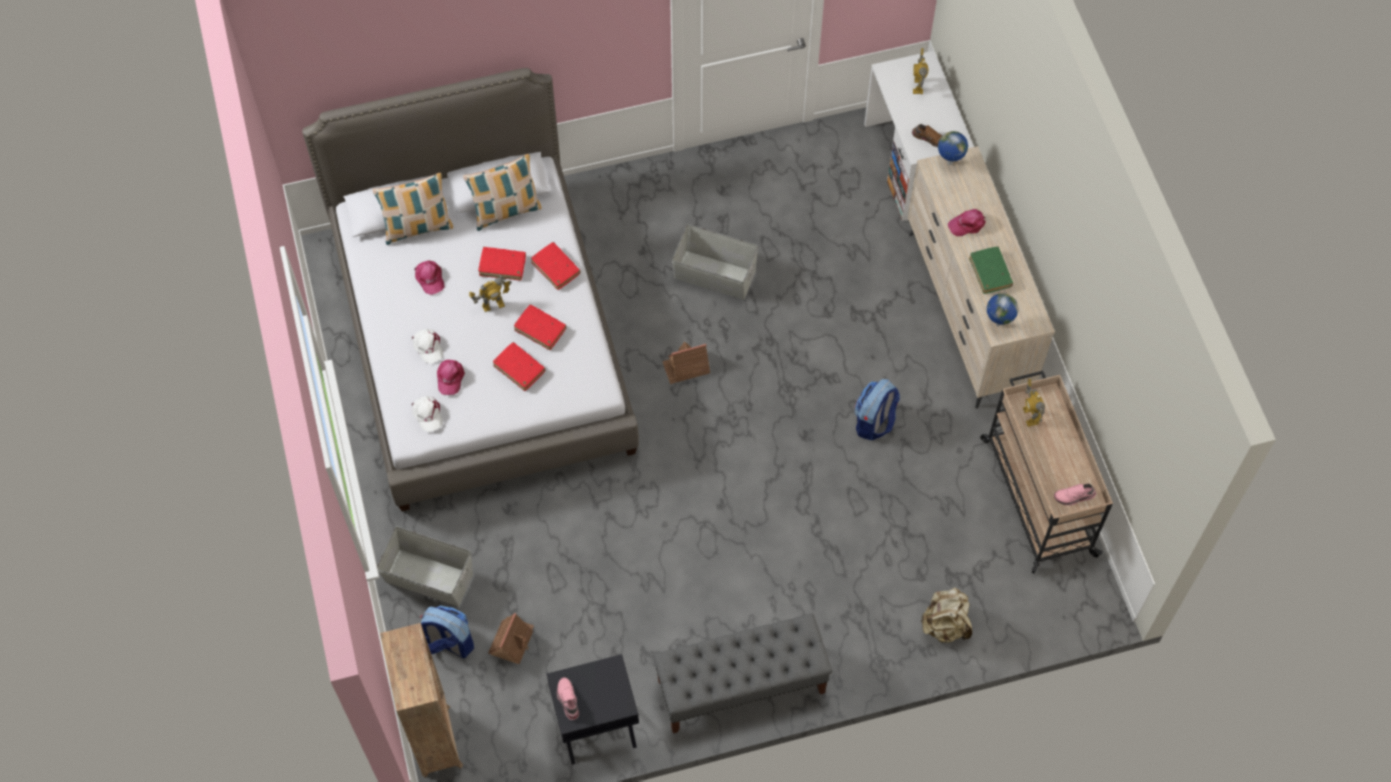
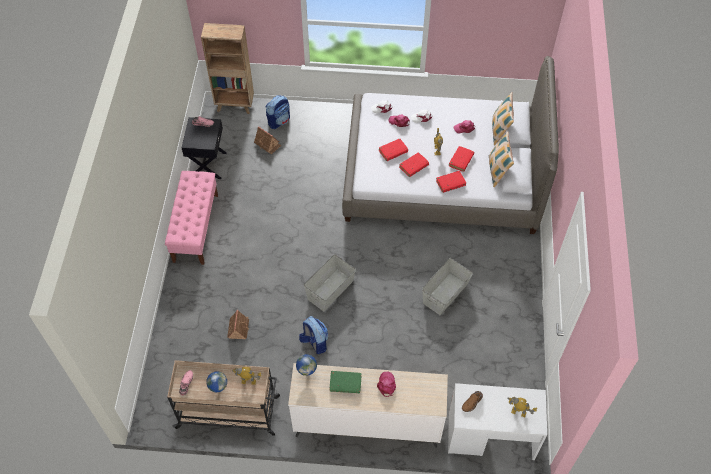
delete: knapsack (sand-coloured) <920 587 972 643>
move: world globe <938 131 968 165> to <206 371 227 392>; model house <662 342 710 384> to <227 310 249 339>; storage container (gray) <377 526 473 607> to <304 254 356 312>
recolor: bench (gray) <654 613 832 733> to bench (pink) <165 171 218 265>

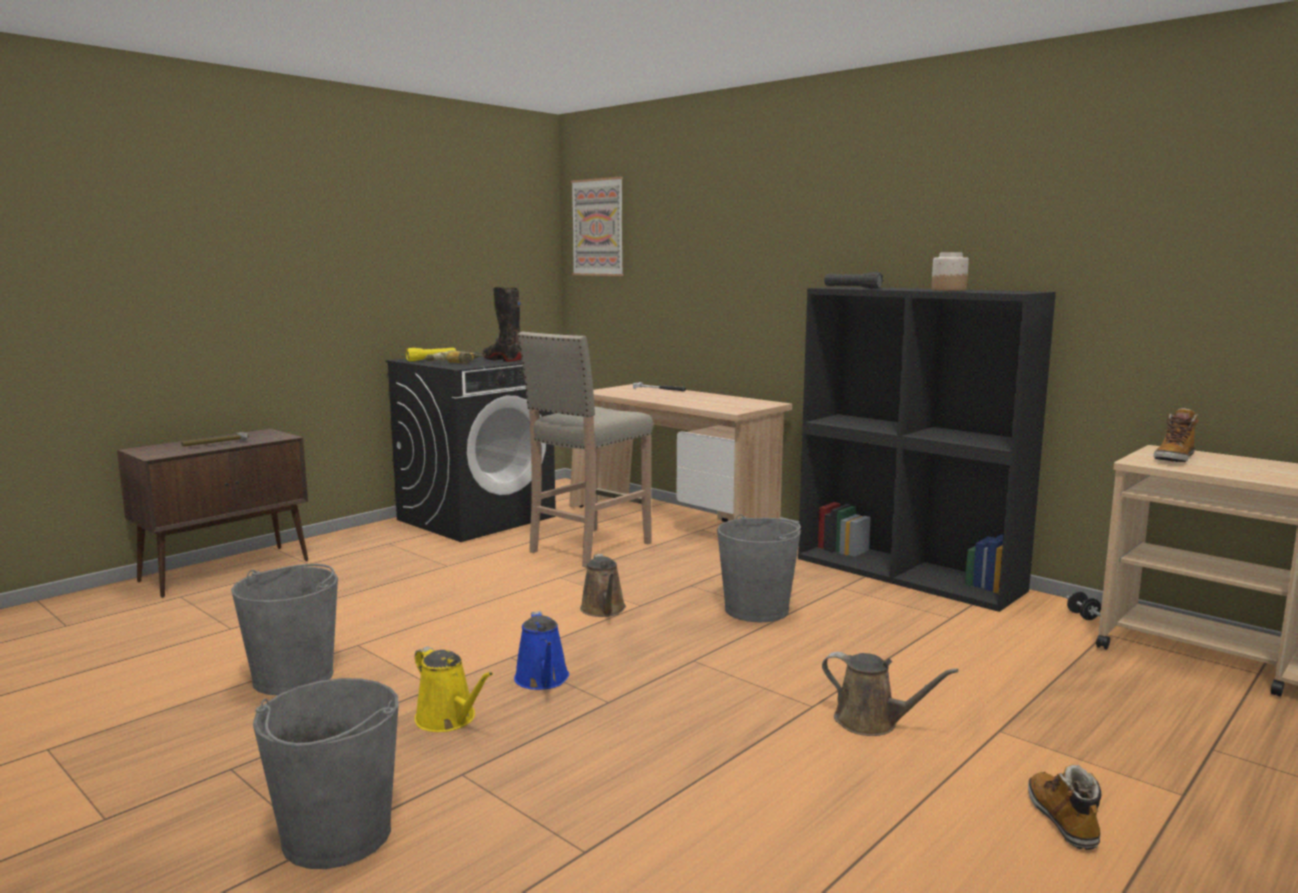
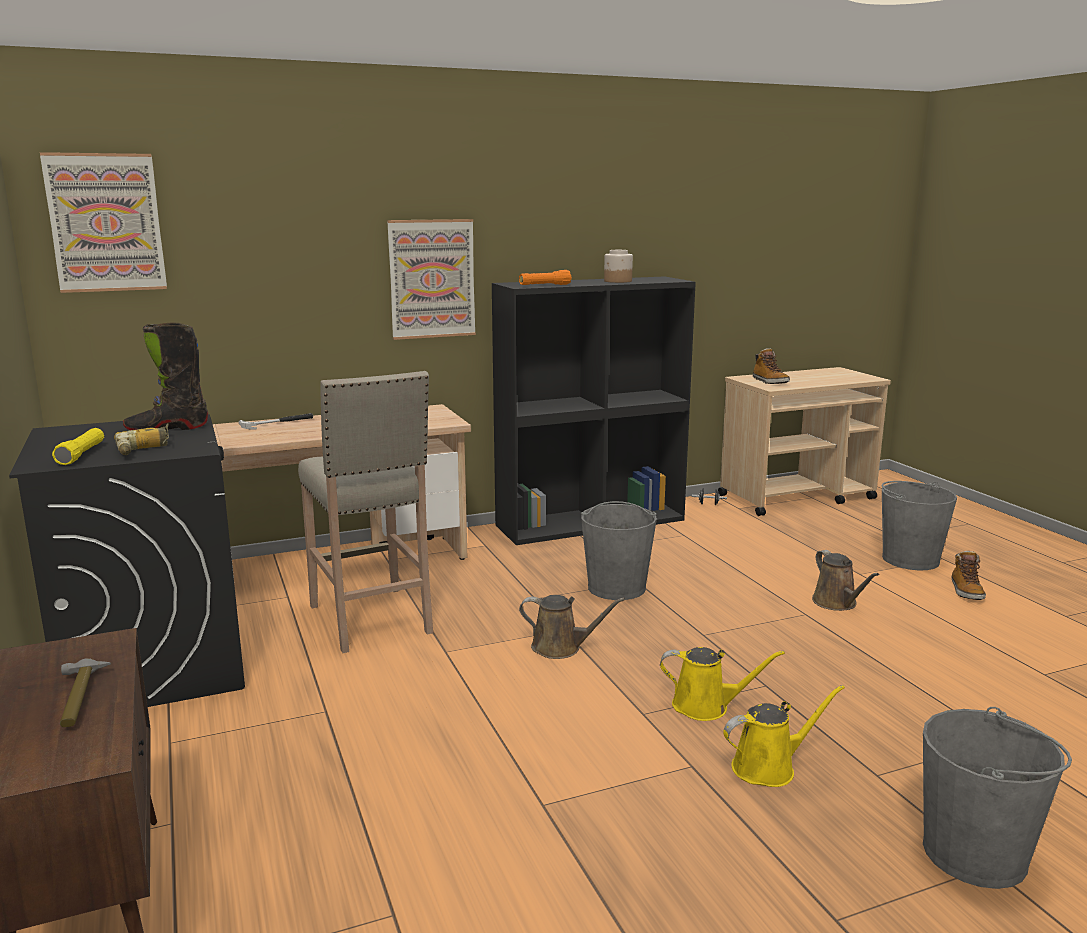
insert: wall picture <387 219 476 340>
move: bucket (gray) <231 564 338 695> to <882 481 957 570>
recolor: torch (black) <824 272 883 289> to torch (orange-coloured) <519 270 572 285>; watering pot (blue) <514 611 569 690> to watering pot (yellowish) <660 647 785 721>
rotate: watering pot (brown-coloured) <822 652 958 736> = <812 550 879 611> 105 degrees clockwise; high-top boot <1028 765 1101 850> = <952 551 986 600> 105 degrees counterclockwise

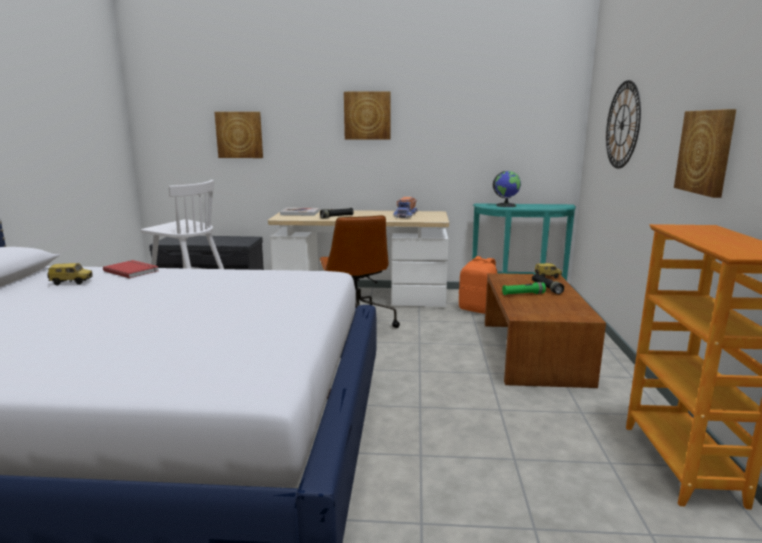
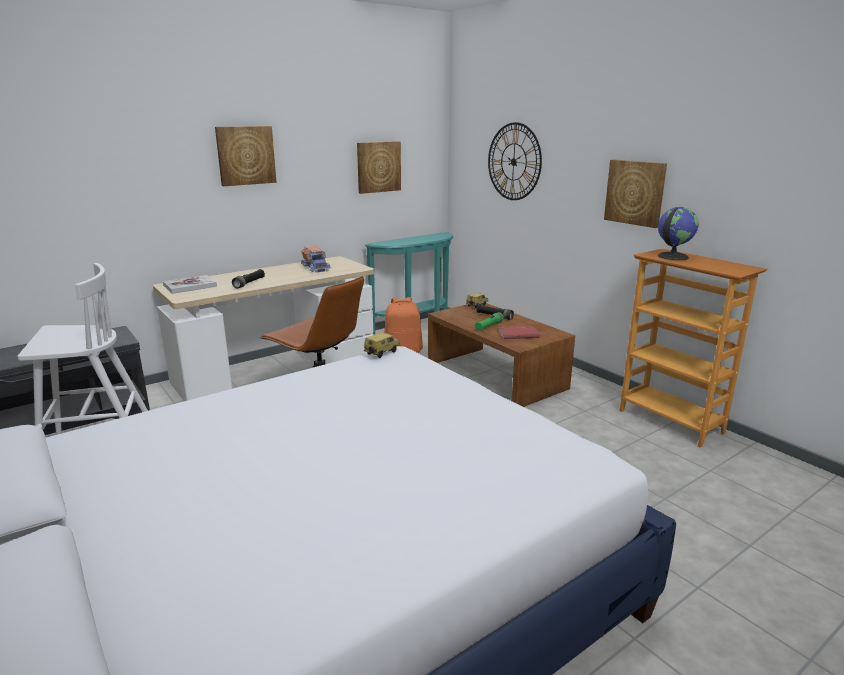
move: wall picture <214 112 263 158> to <357 141 401 194>; miniature car <47 263 93 285> to <364 332 400 358>; bound book (red-coloured) <103 260 159 278> to <498 326 540 339>; world globe <493 171 521 207> to <658 207 699 260>

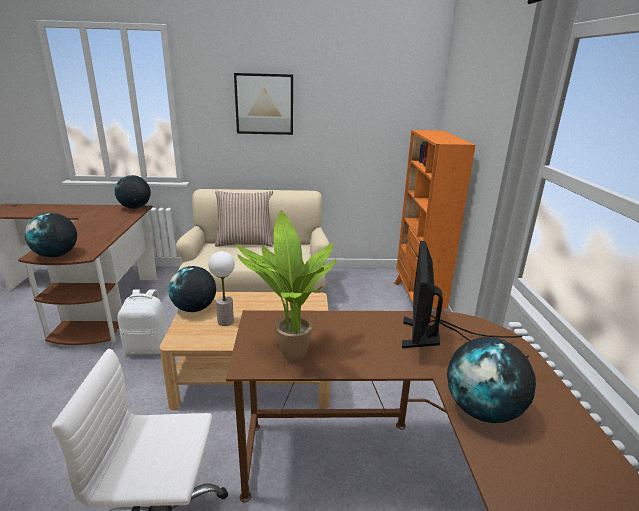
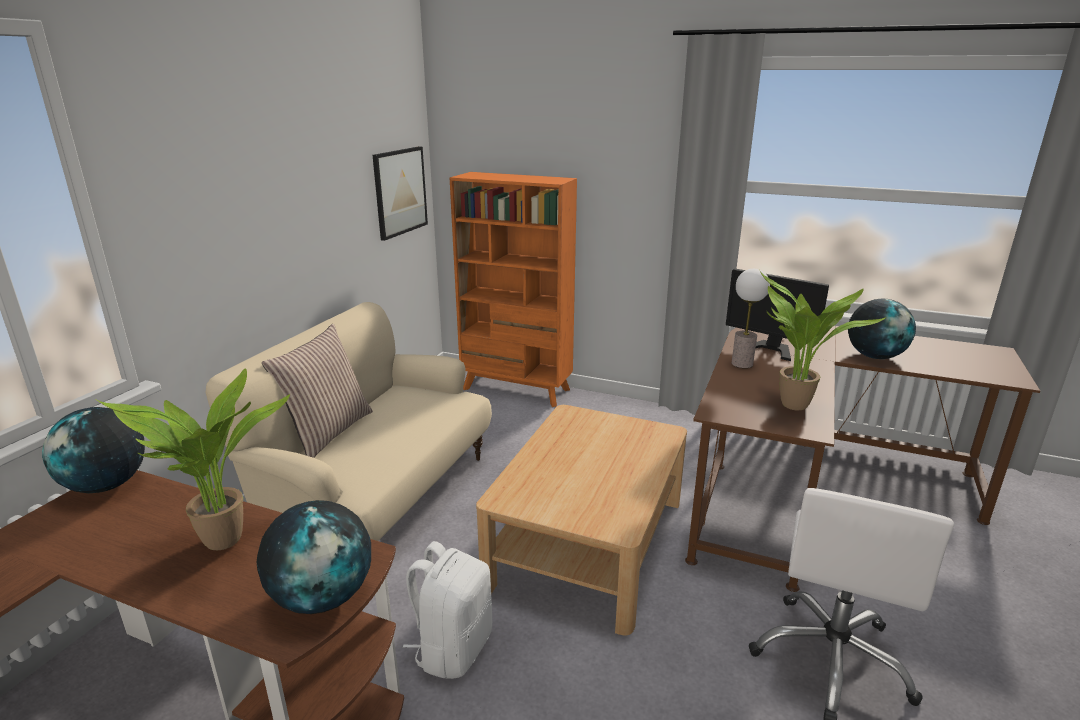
delete: world globe <168 266 216 312>
insert: potted plant <97 368 290 550>
move: wall picture <234 73 293 135> to <373 146 428 241>; table lamp <208 251 235 326> to <732 269 770 368>

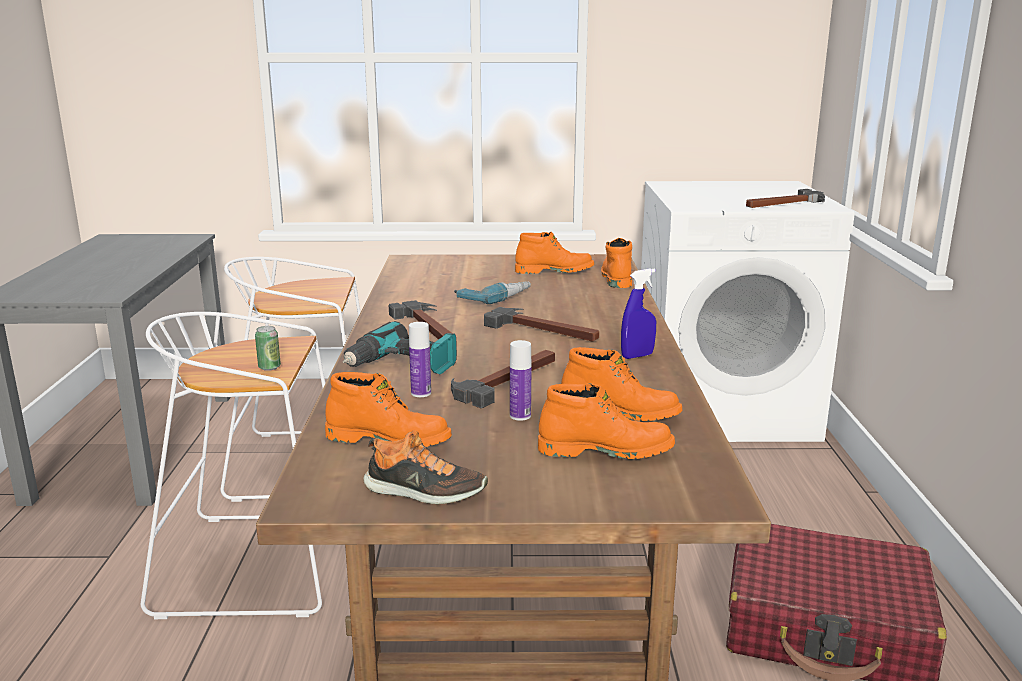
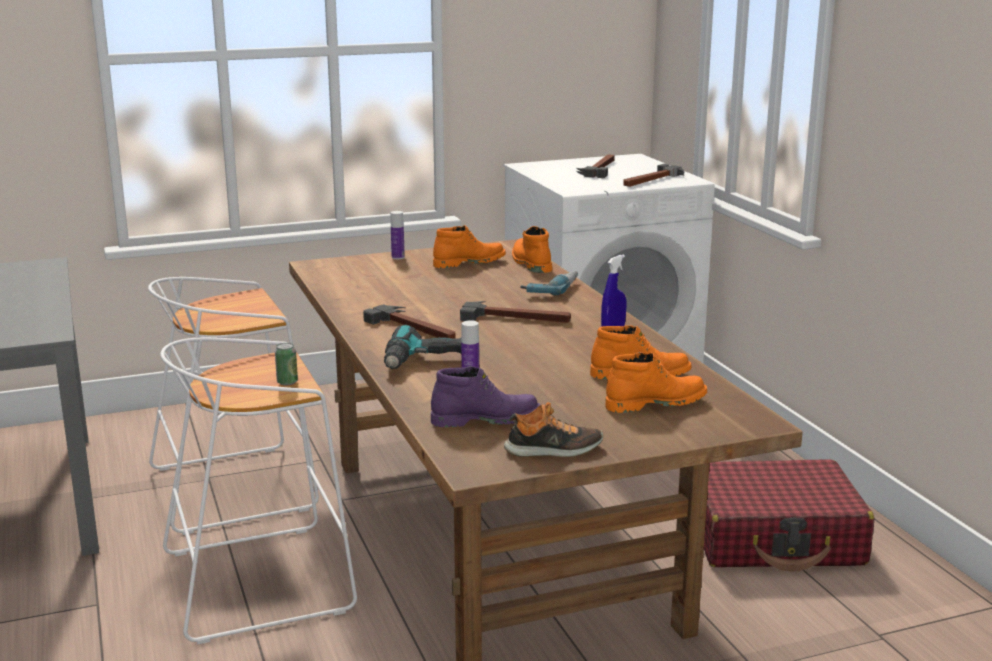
move: beverage bottle <510 340 532 421> to <391 211 405 259>; drill <454 281 531 304> to <520 271 578 295>; hammer <451 350 555 408> to <576 154 615 178>
recolor: high-top boot (orange-coloured) <325 372 452 447> to high-top boot (purple) <431 366 540 427>

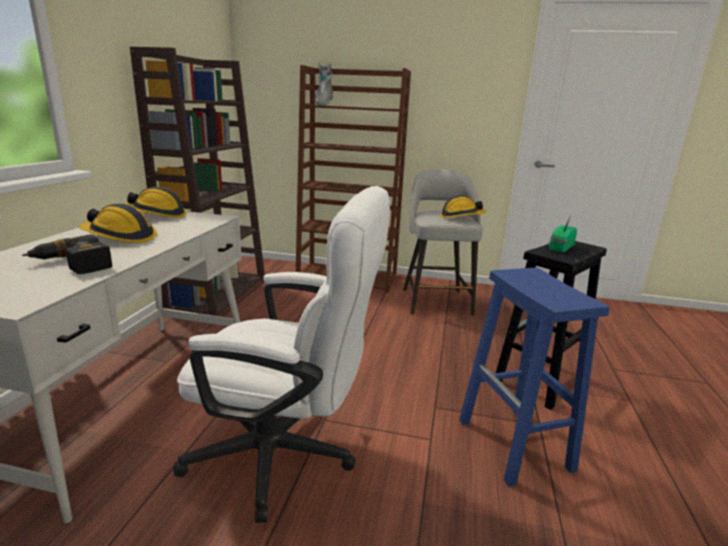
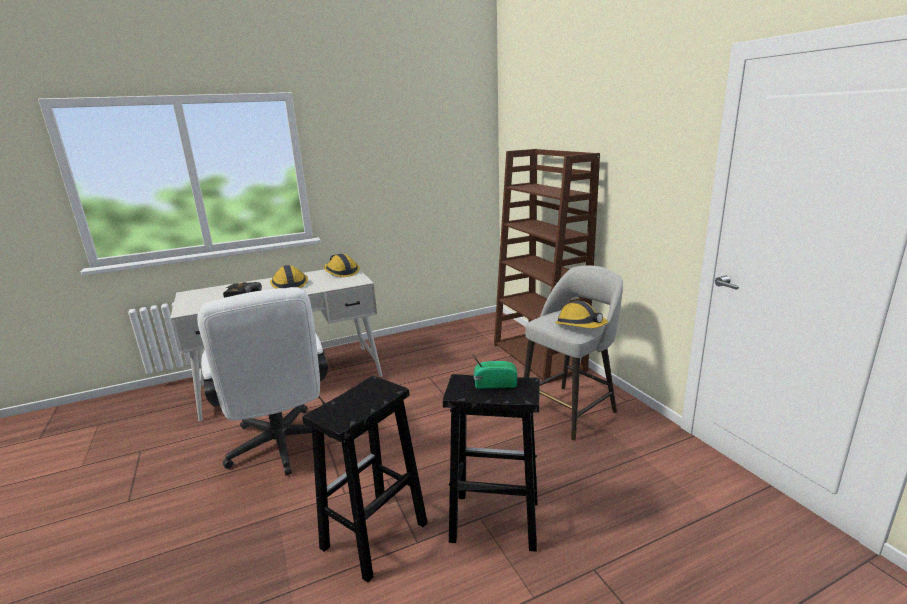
delete: bookcase (brown-coloured) <130 47 265 316>; high-top boot (gray) <315 62 333 105>
recolor: stool seat (blue) <459 268 610 487> to stool seat (black) <302 376 428 583>

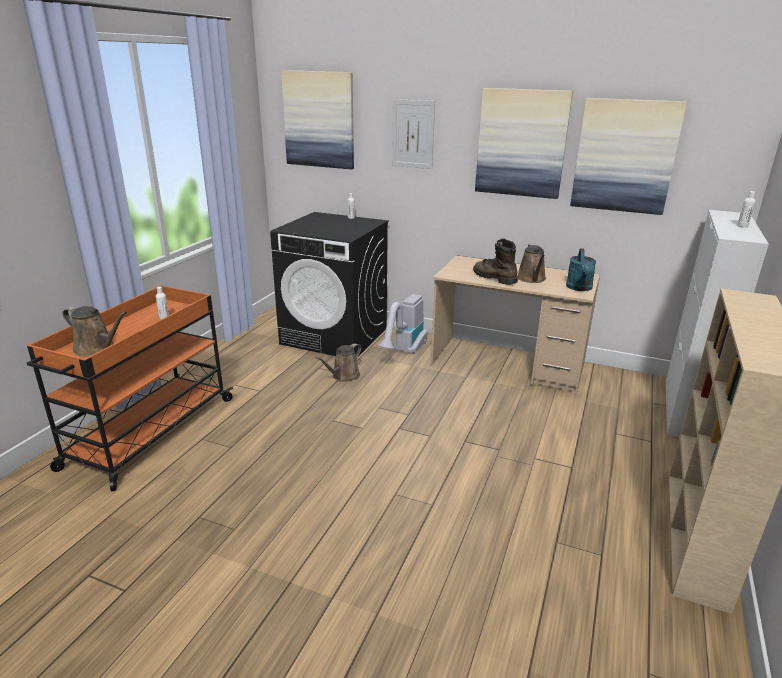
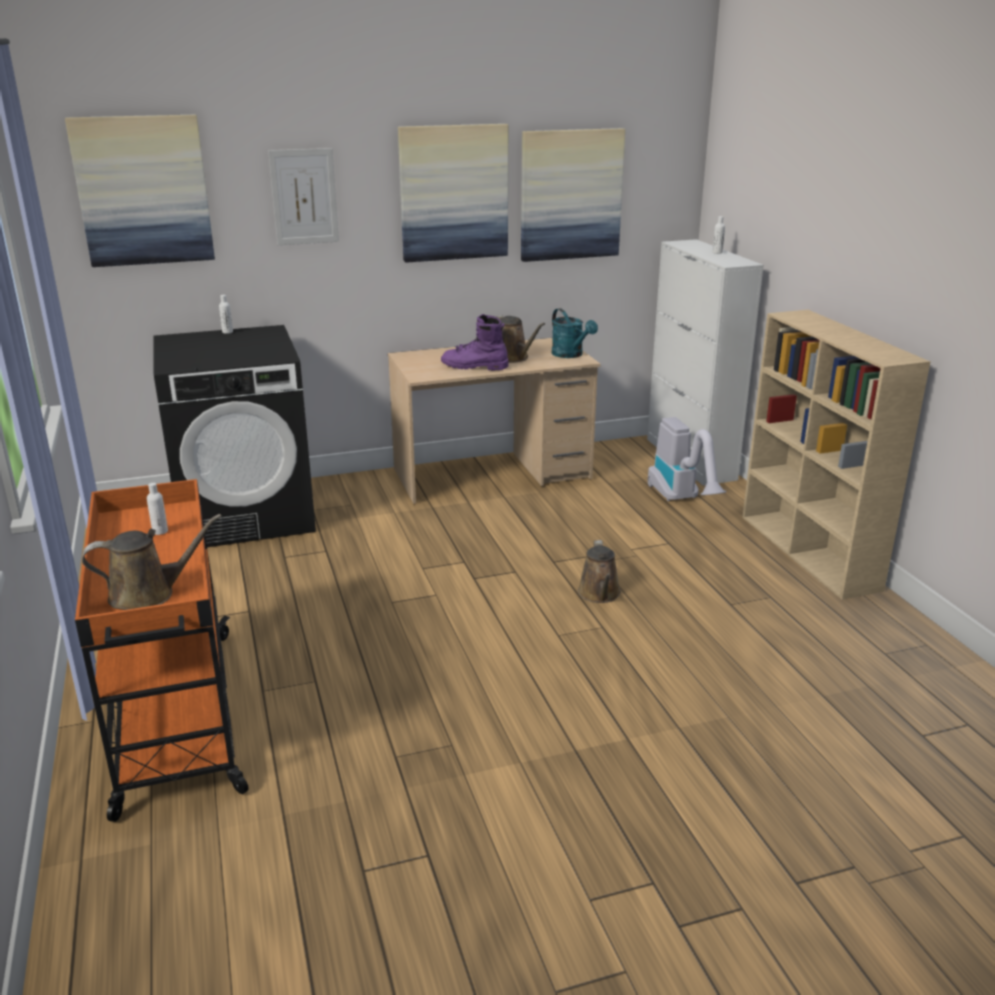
move: watering pot (brown-coloured) <316 343 361 382> to <578 540 621 603>; hoover <377 294 428 354> to <648 417 726 501>
recolor: high-top boot (brown-coloured) <473 238 518 285> to high-top boot (purple) <441 314 509 371>

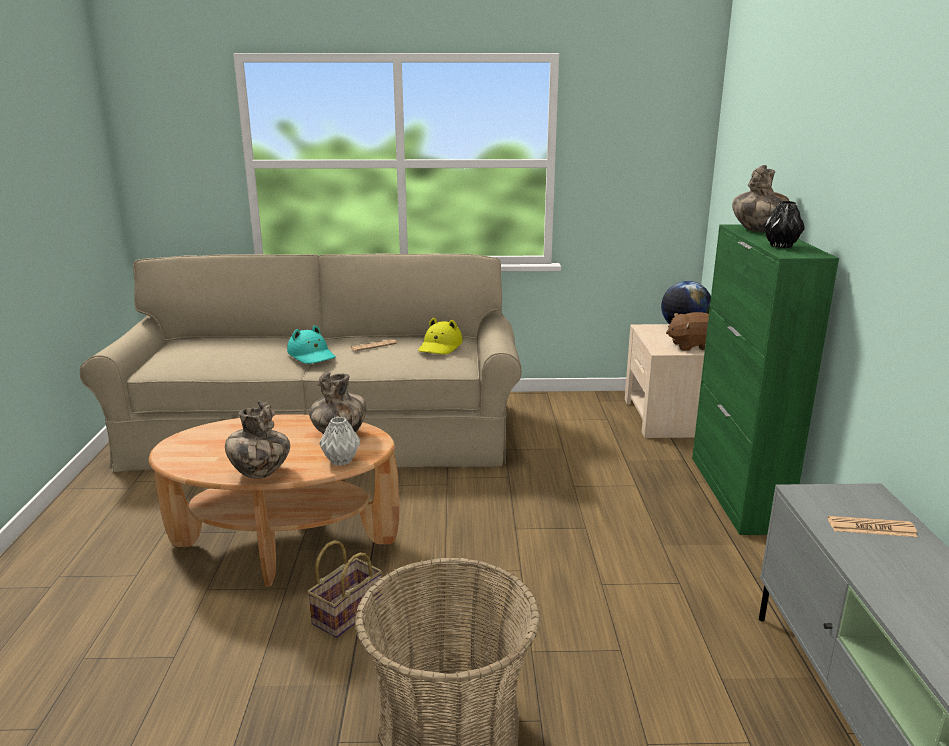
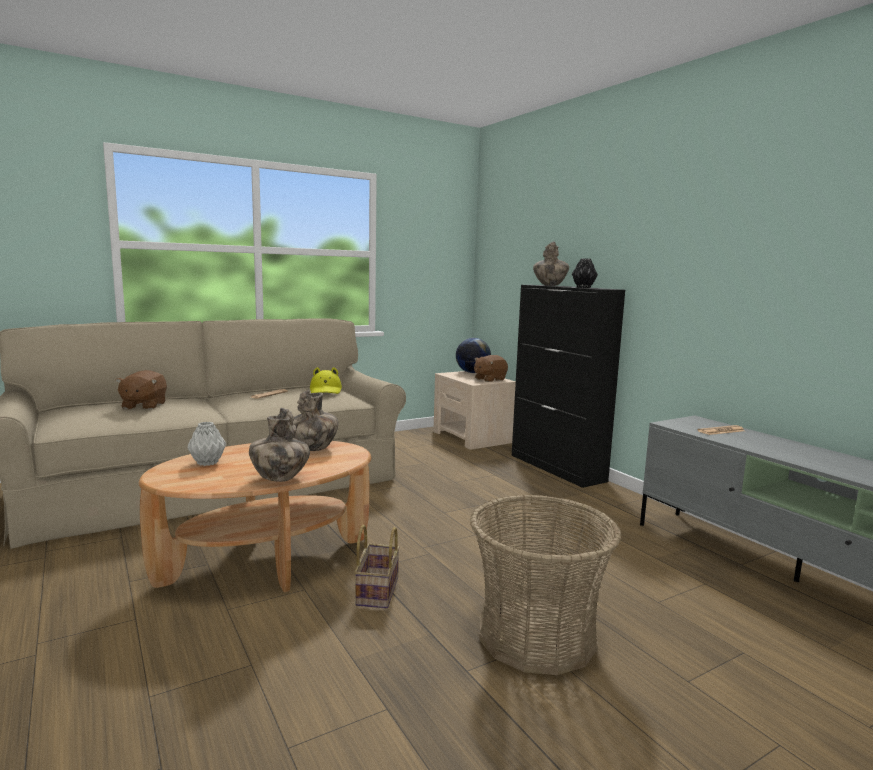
delete: hat (blue-green) <287 325 336 364>
insert: cuddly toy (brown-coloured) <115 370 167 410>
move: flower vase (gray) <319 417 360 466> to <187 422 226 466>
recolor: cupboard (greenish) <692 224 839 535> to cupboard (black) <512 285 625 488>

